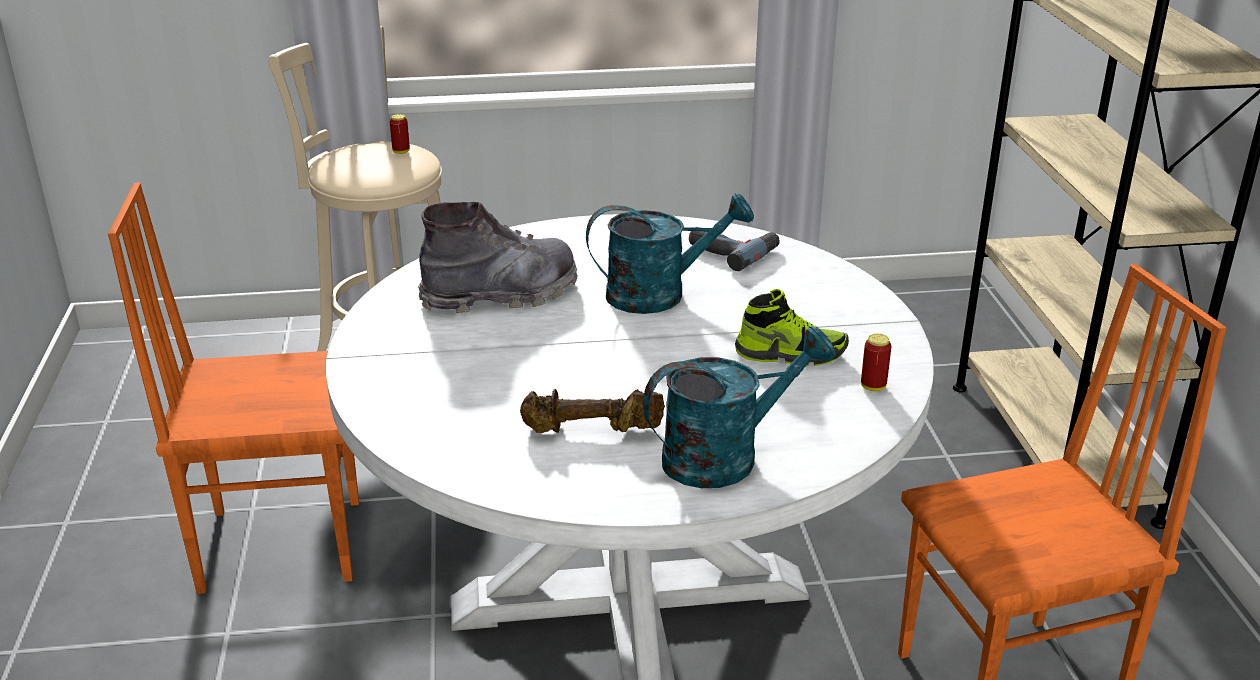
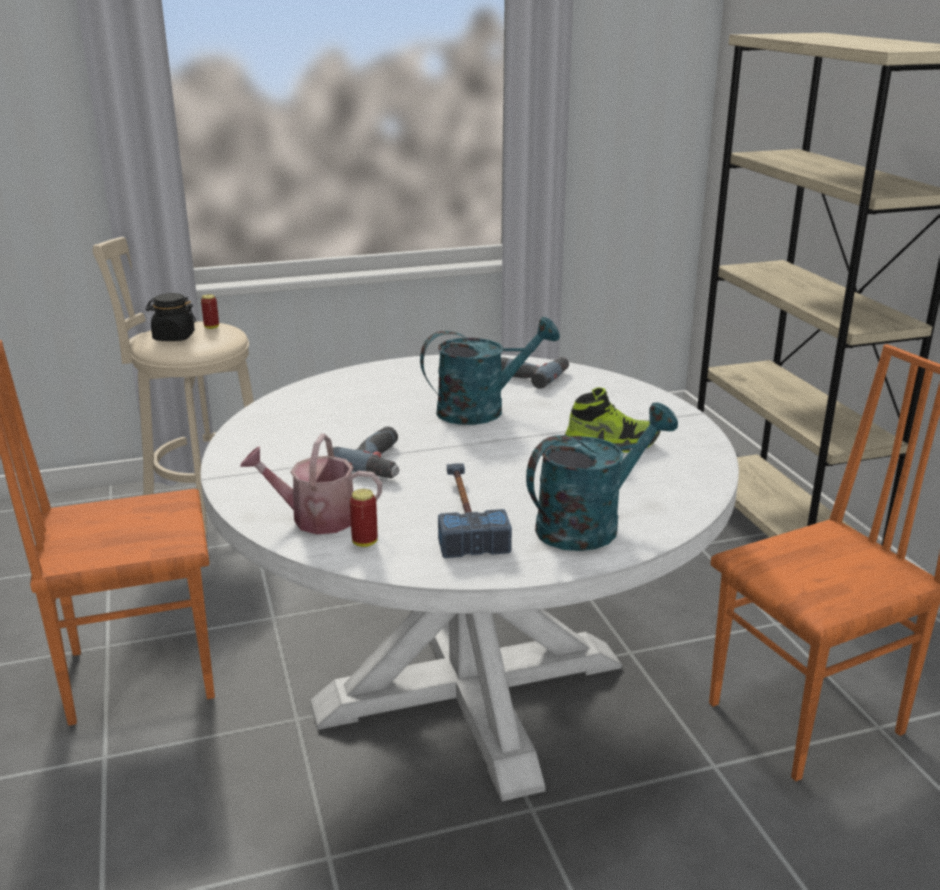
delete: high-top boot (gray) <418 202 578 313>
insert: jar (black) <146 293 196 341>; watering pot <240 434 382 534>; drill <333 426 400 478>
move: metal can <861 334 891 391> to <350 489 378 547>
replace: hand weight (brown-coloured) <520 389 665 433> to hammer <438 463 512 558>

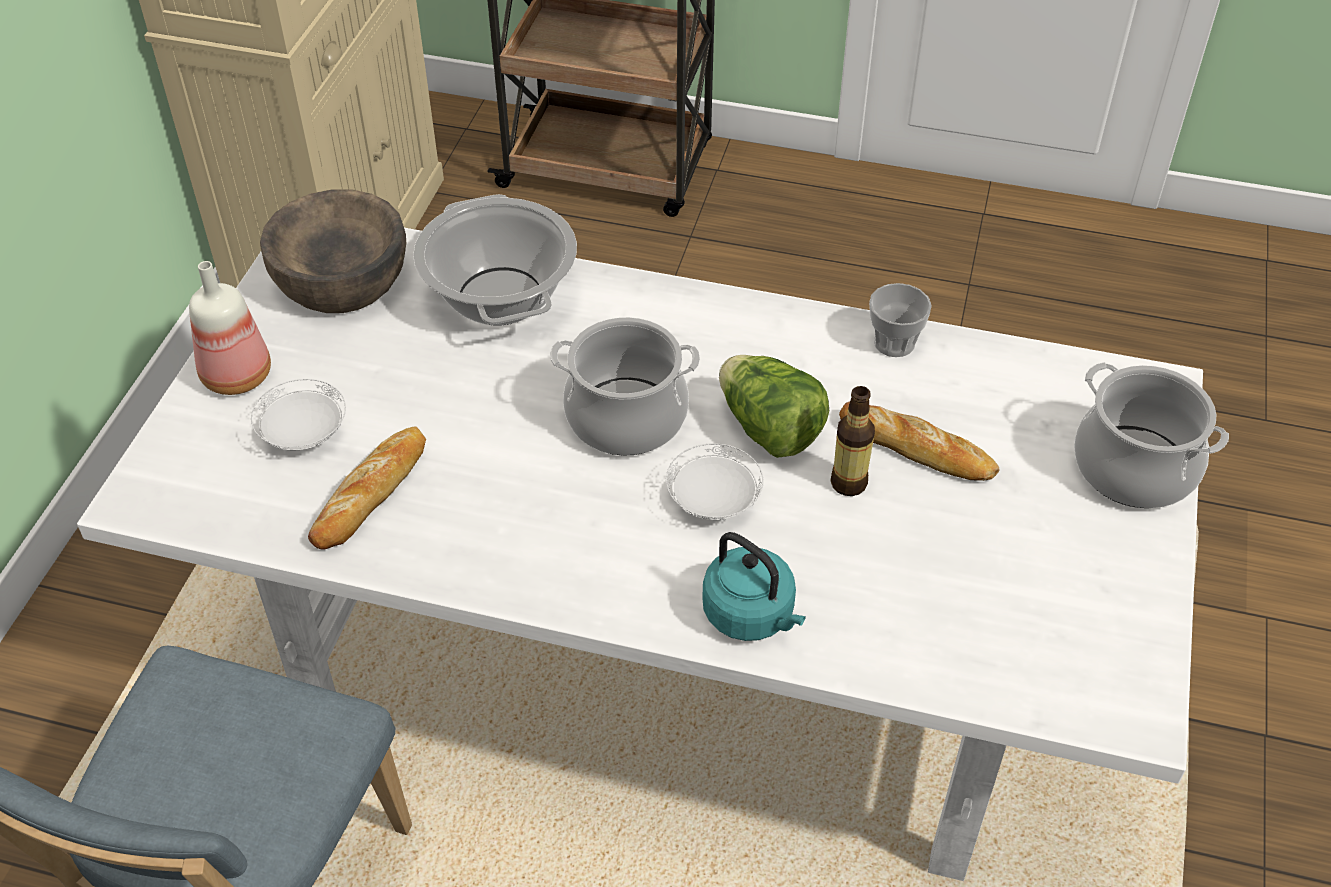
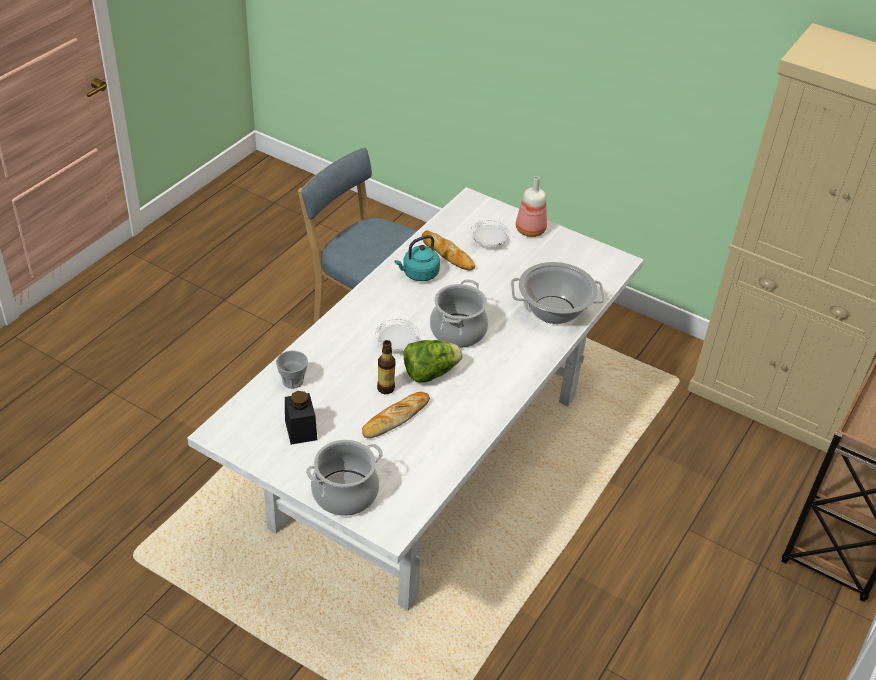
delete: serving bowl (brown-coloured) <260 190 406 313>
insert: jar (black) <285 391 317 445>
move: small cup <869 283 932 357> to <276 350 308 389>; water kettle (blue-green) <702 532 806 641> to <394 235 440 281>

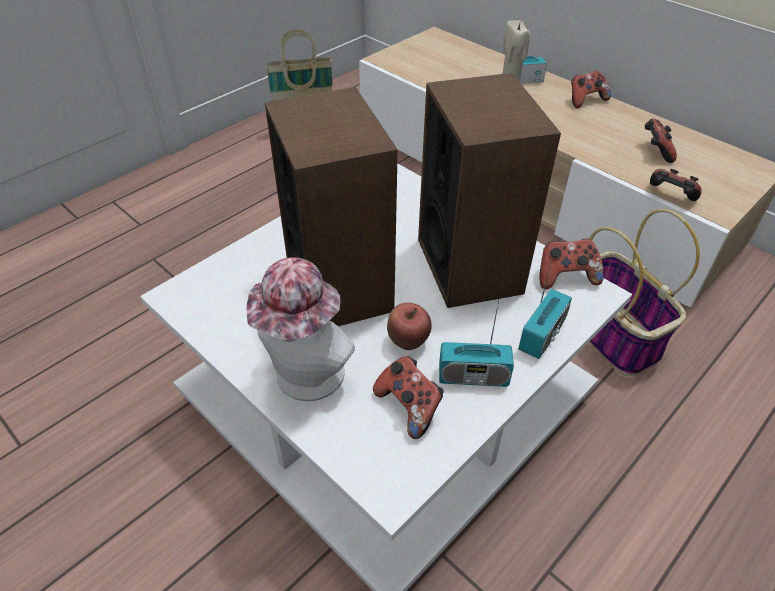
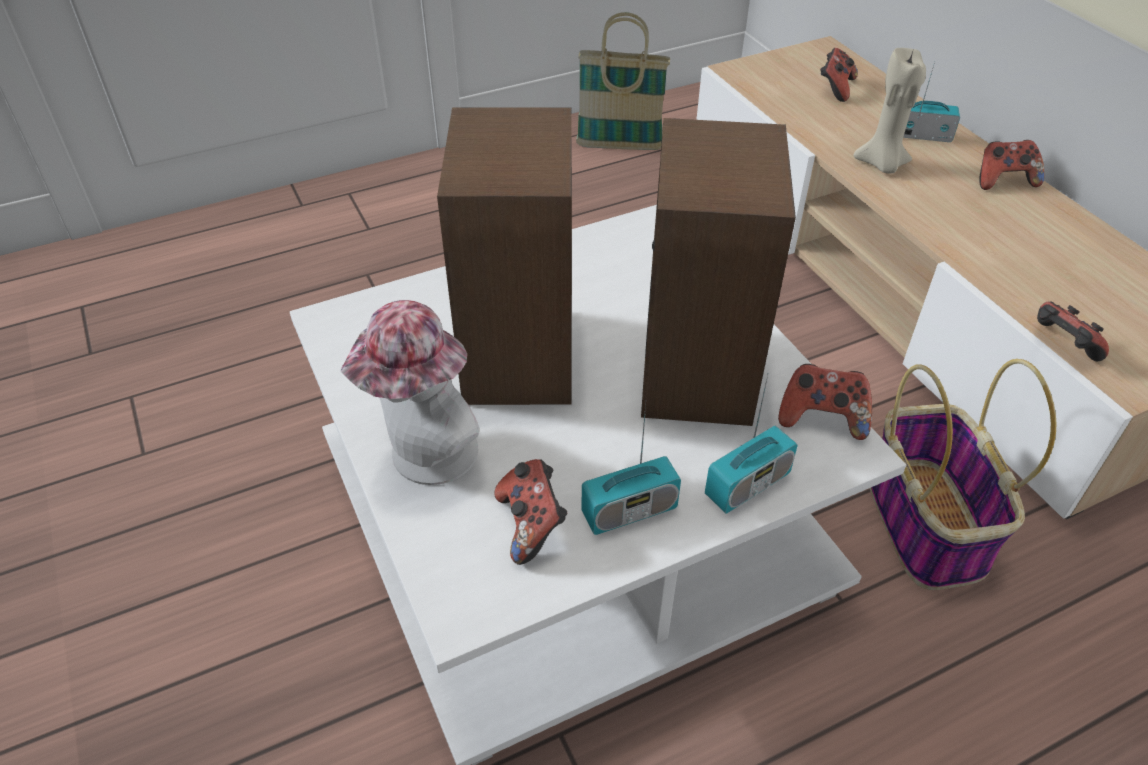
delete: whole apple <387 303 432 350>
move: game controller <645 118 677 163> to <820 48 858 102>
rotate: radio set <439 295 514 387> = <581 404 681 535> 45 degrees counterclockwise

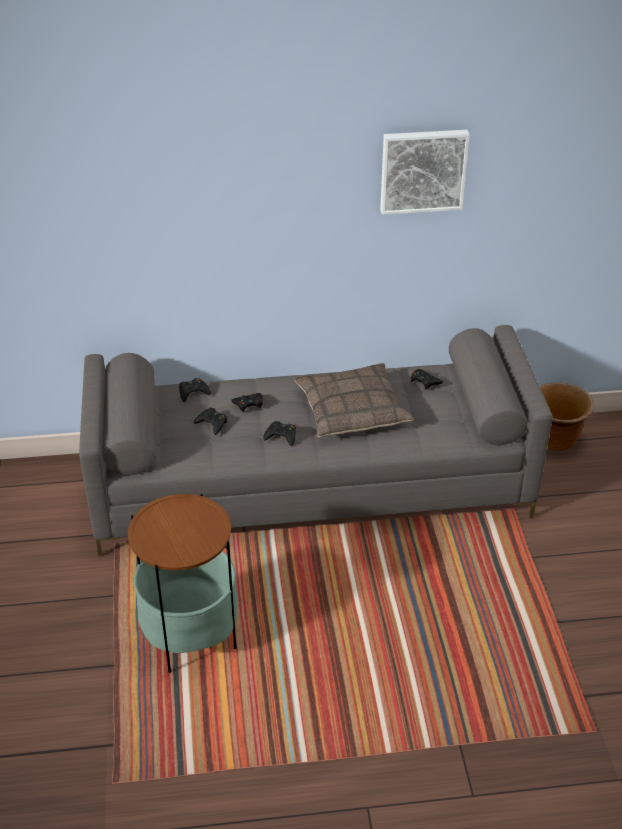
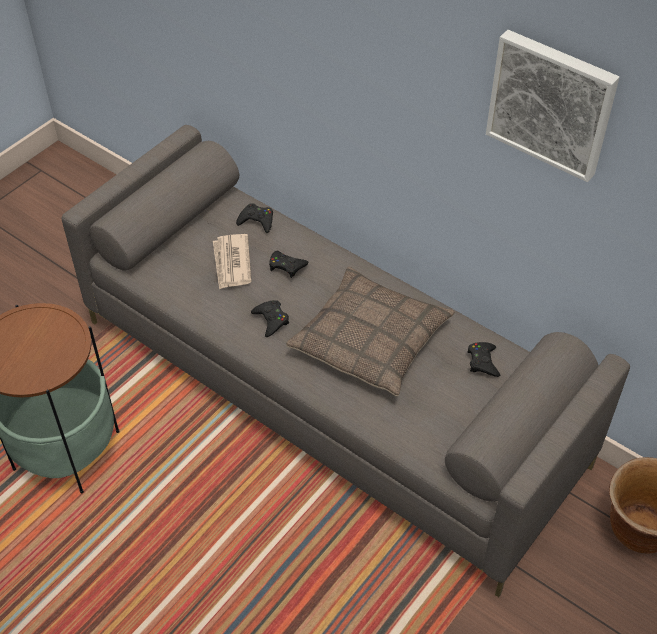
replace: game controller (black) <194 408 227 435> to daily paper <213 234 252 290>

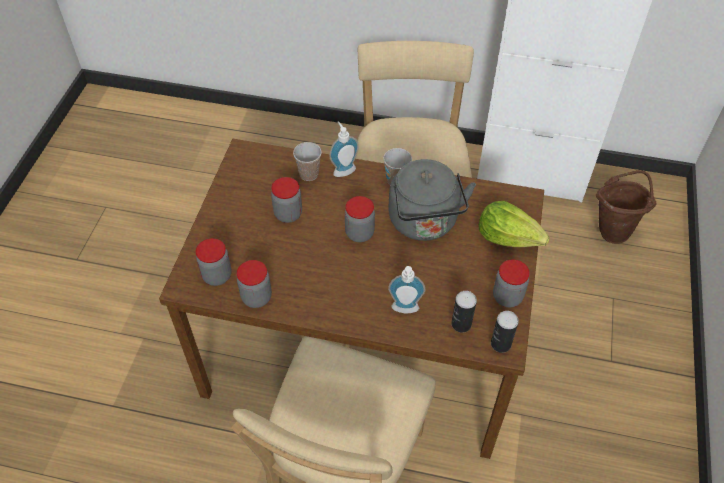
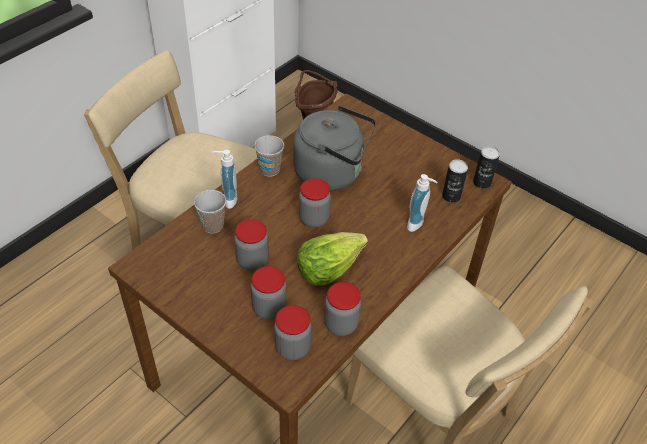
move: jar <493 259 530 308> to <251 266 286 320>; head of lettuce <478 201 550 247> to <297 232 368 286>

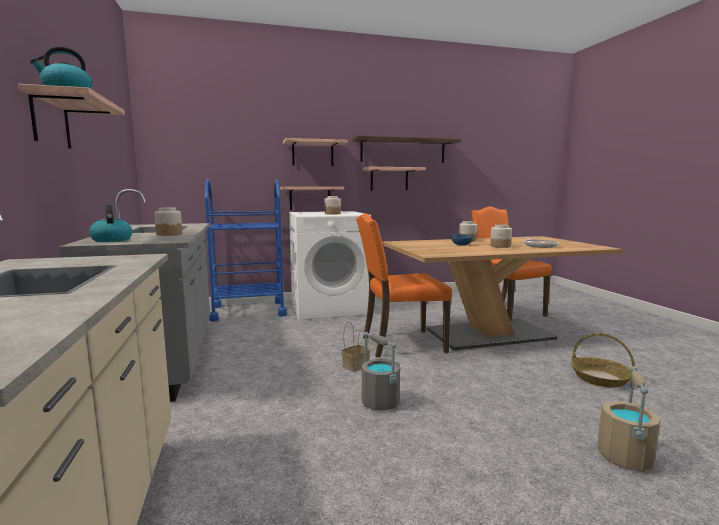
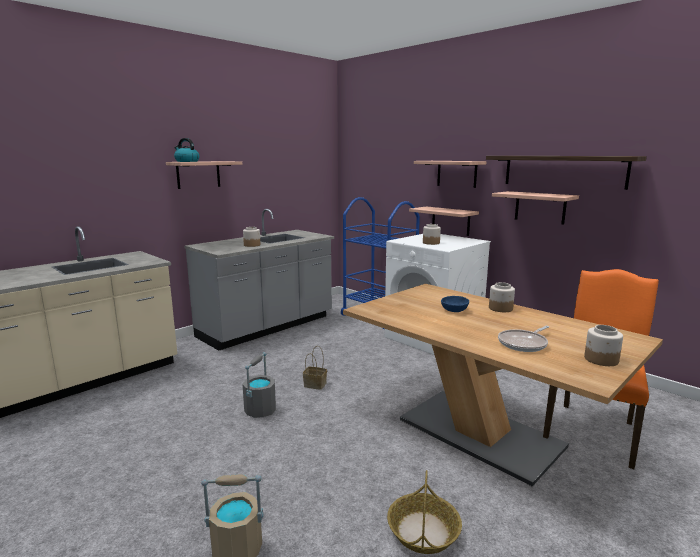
delete: water kettle <89 204 132 242>; upright chair (orange-coloured) <356 213 452 357>
move: jar <490 224 512 248> to <584 325 623 366>

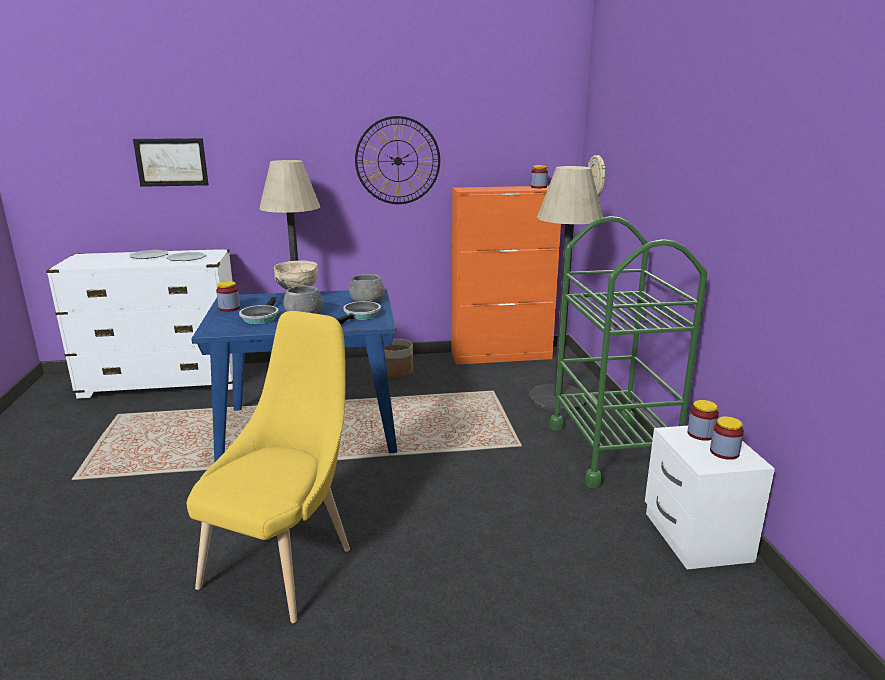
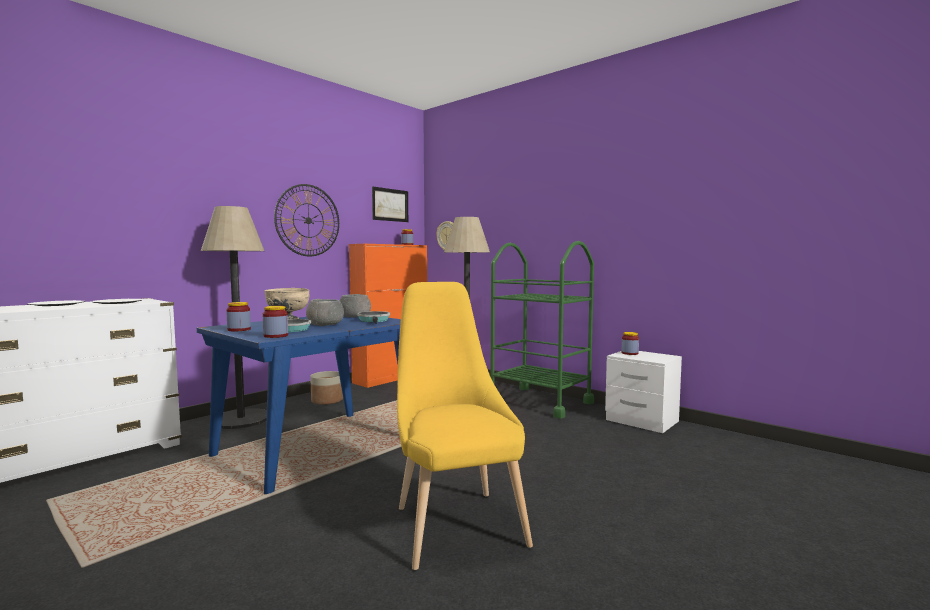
move: jar <710 416 744 460> to <263 306 288 338>; wall picture <133 138 209 187> to <372 186 408 222>

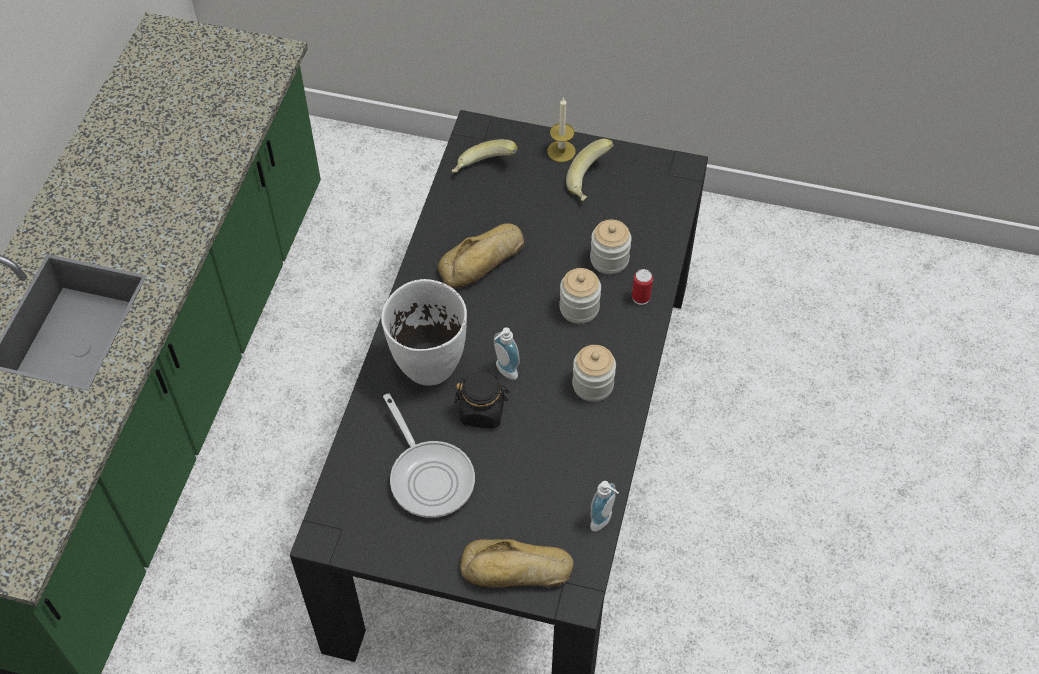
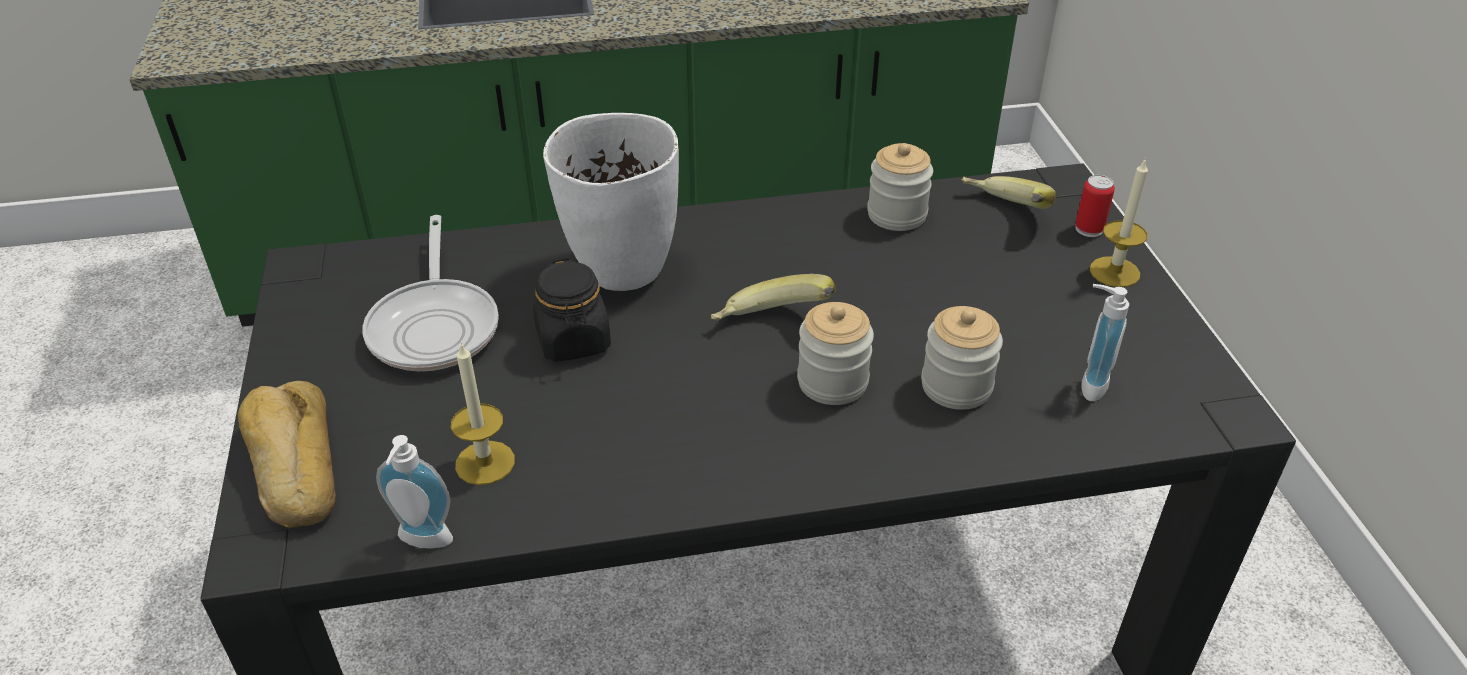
delete: baked bread <438 223 524 288>
insert: wax light <451 342 515 485>
move: whole banana <566 139 614 201> to <711 274 836 321>; jar <572 345 616 402> to <867 143 933 231>; metal can <632 269 653 305> to <1075 175 1115 237>; soap dispenser <494 327 520 380> to <1081 284 1129 401>
rotate: pan <383 393 475 518> = <362 215 499 371> 45 degrees counterclockwise

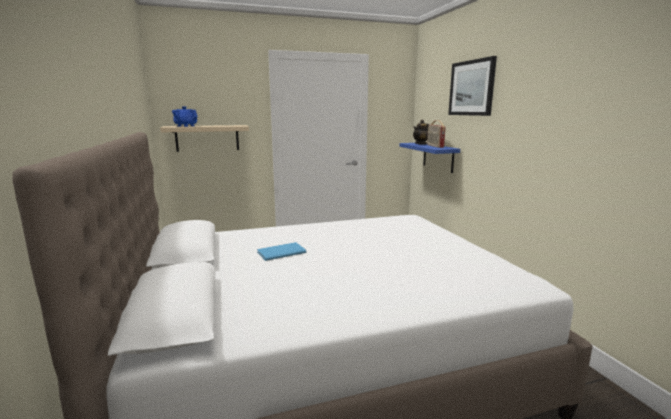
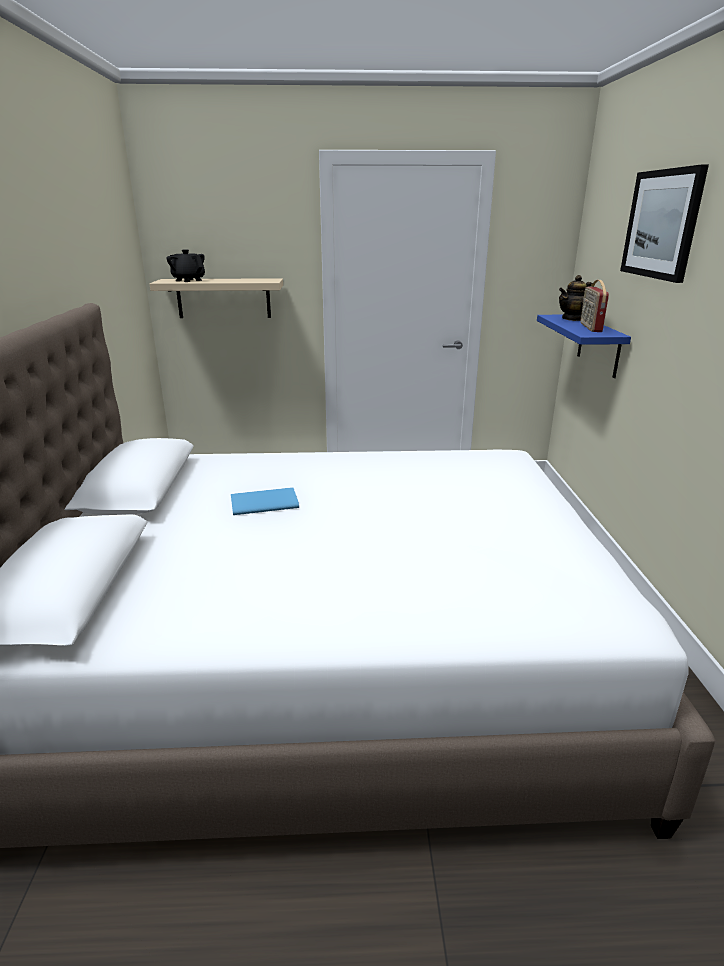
recolor: tea pot (blue) <172 106 198 127> to tea pot (black) <167 249 205 282>

